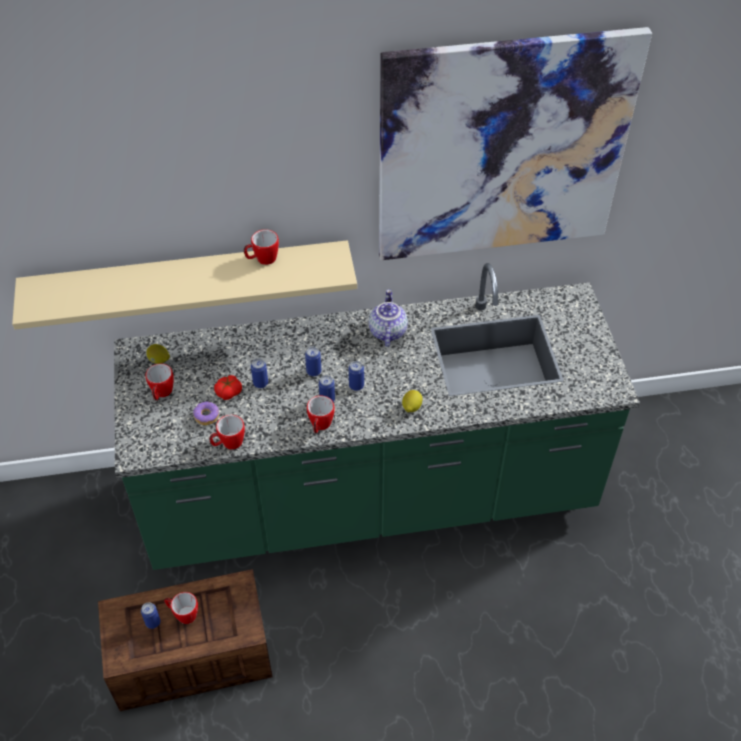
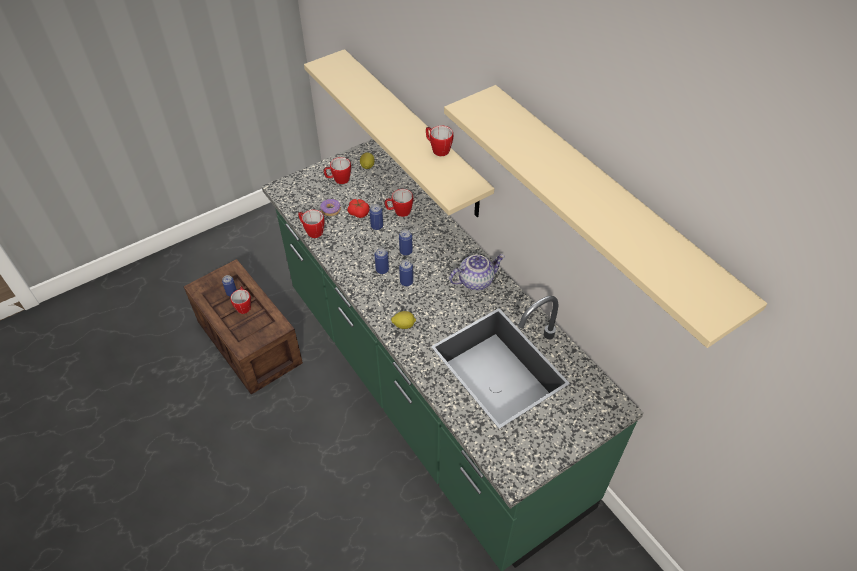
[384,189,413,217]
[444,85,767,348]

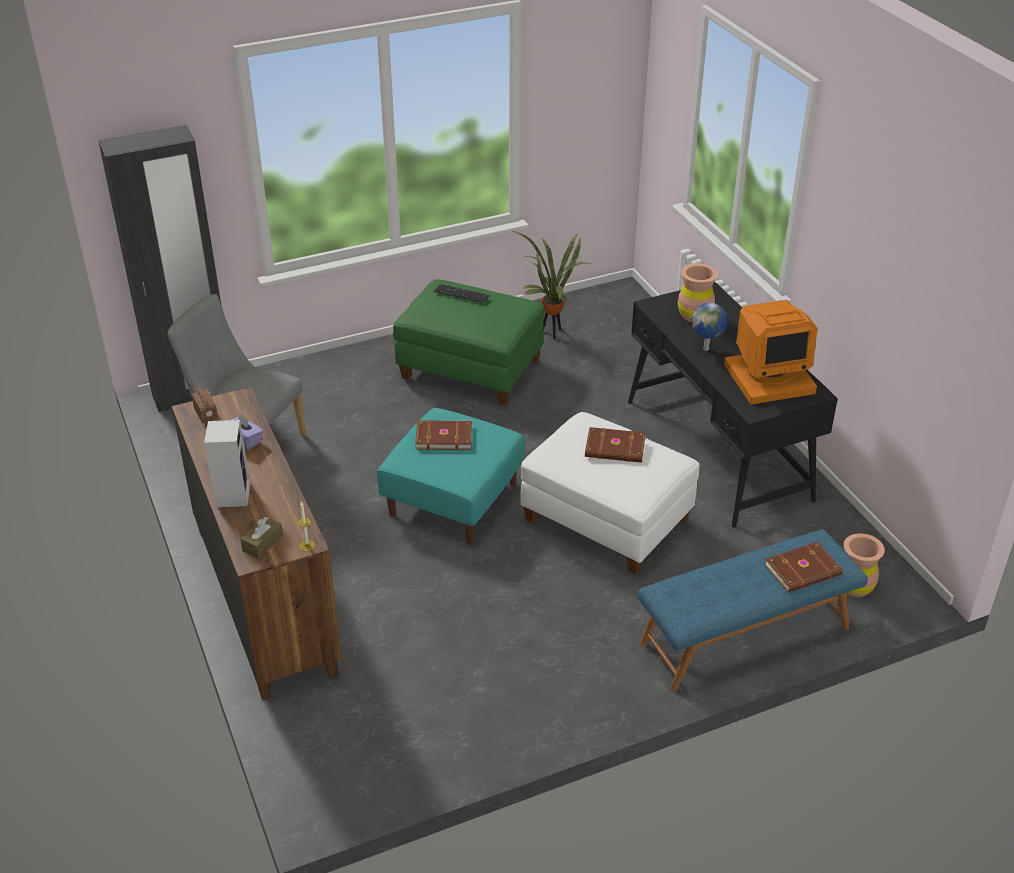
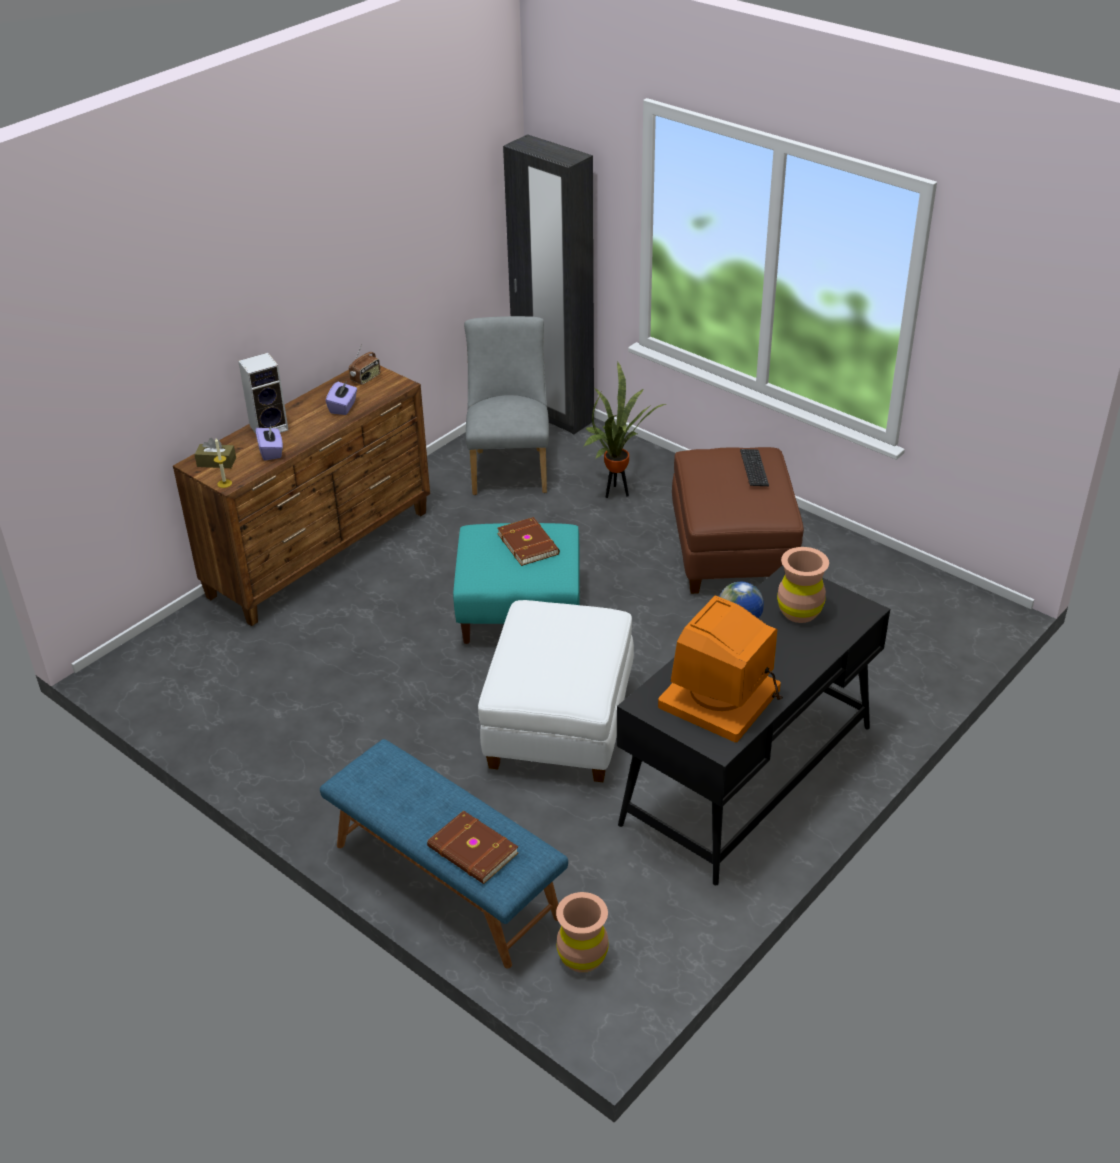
[672,447,804,594]
[583,362,668,498]
[585,427,646,463] (first image)
[658,595,783,742]
[256,425,283,461]

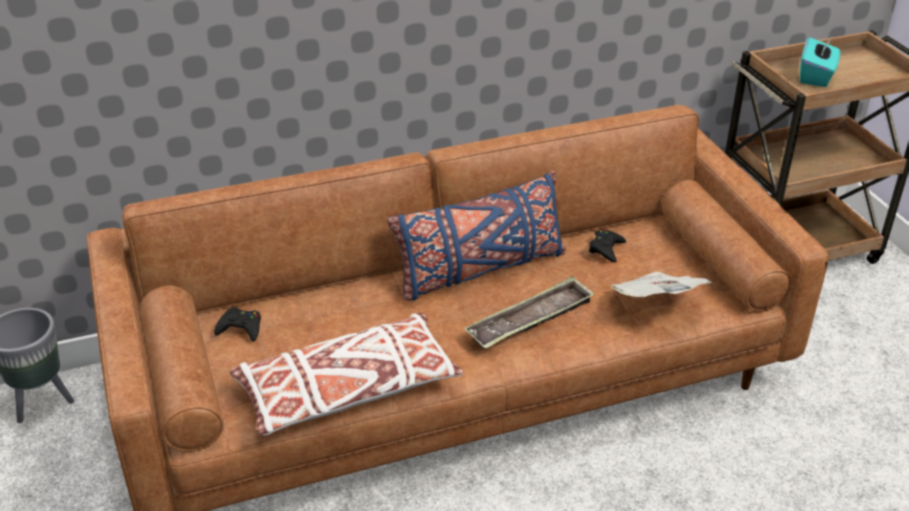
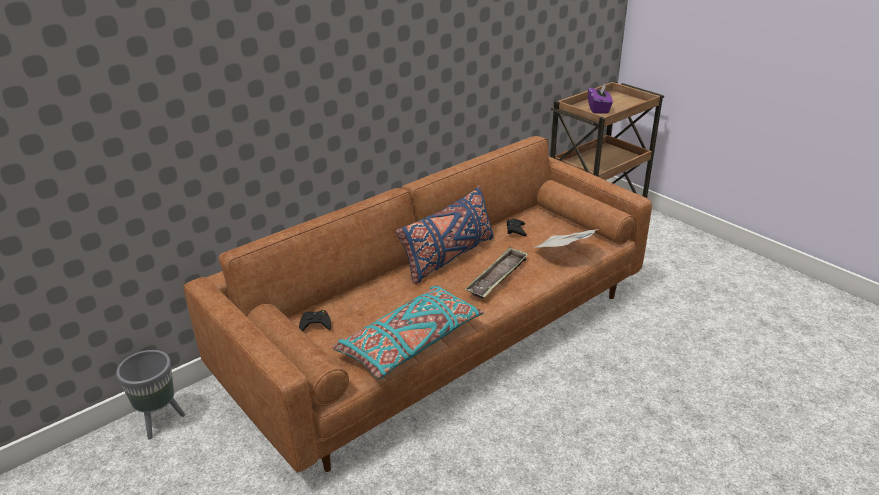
[332,285,484,379]
[588,84,613,114]

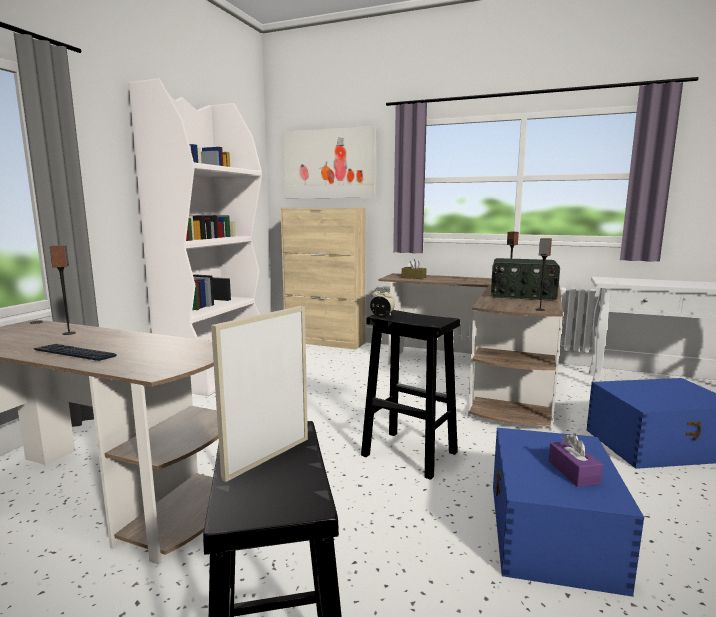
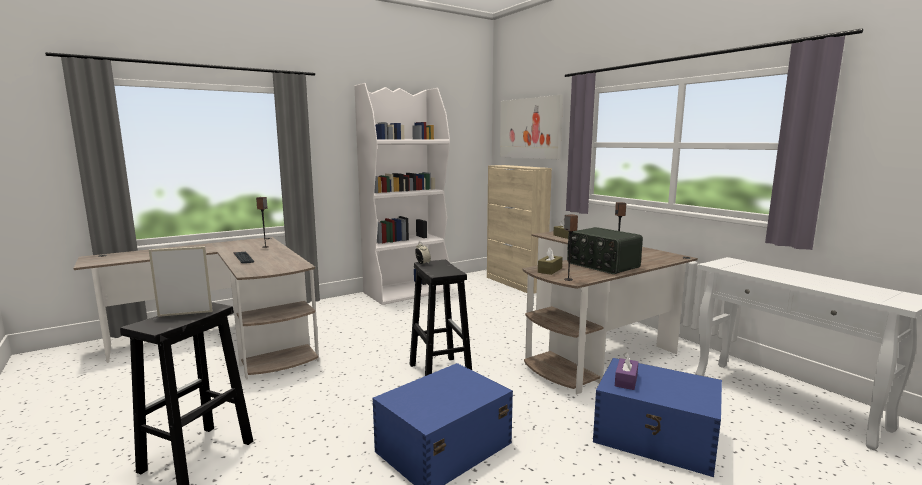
[615,352,639,390]
[538,247,563,275]

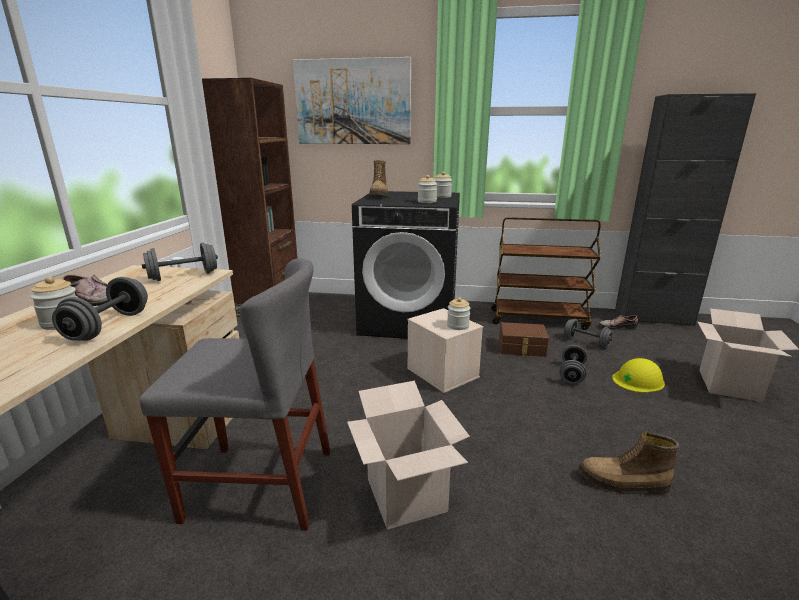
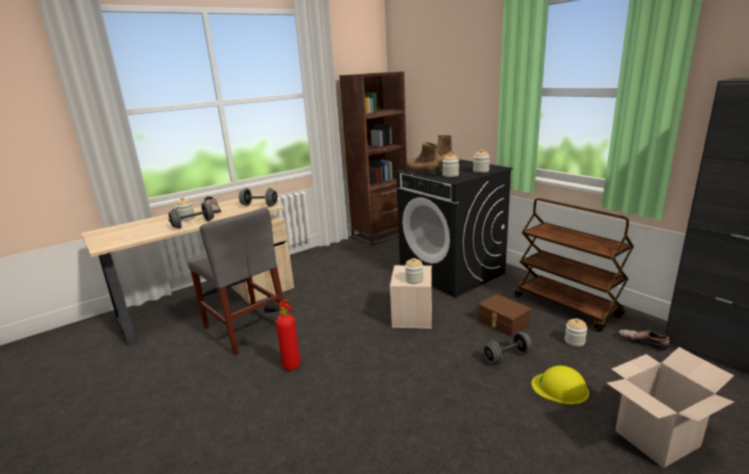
[293,57,411,144] (first image)
[264,300,301,370]
[565,319,587,347]
[406,142,439,175]

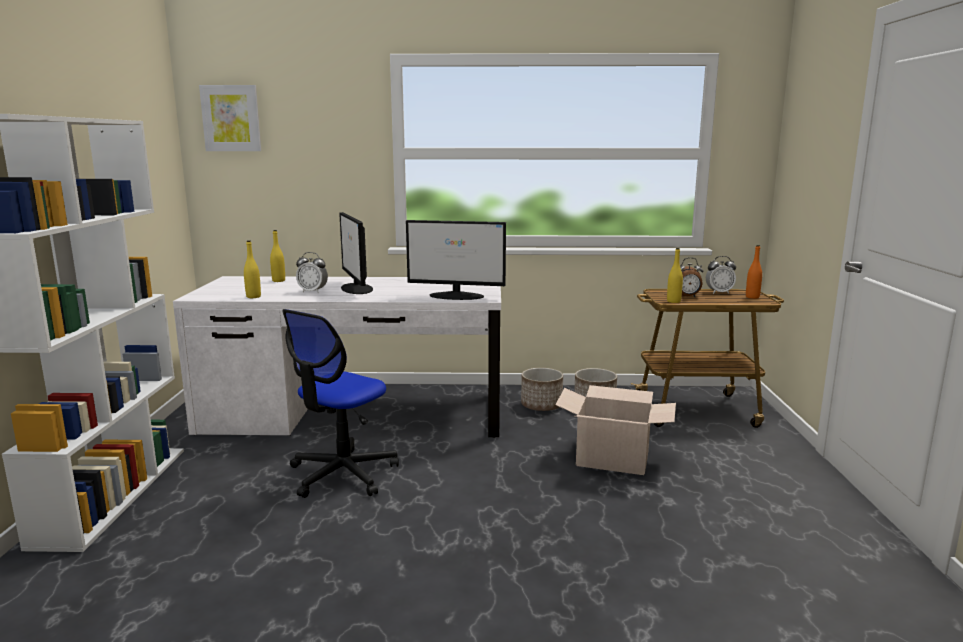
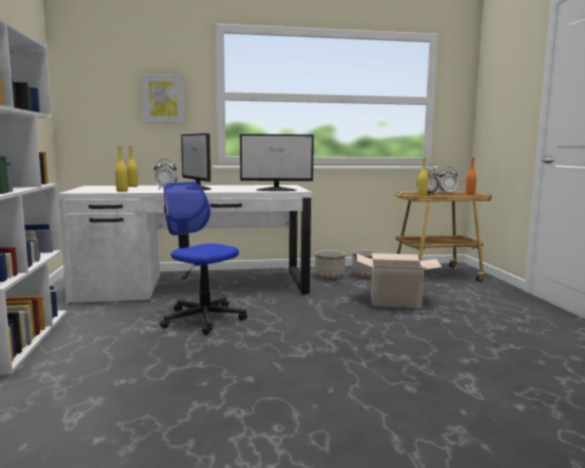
[141,74,185,123]
[159,182,247,335]

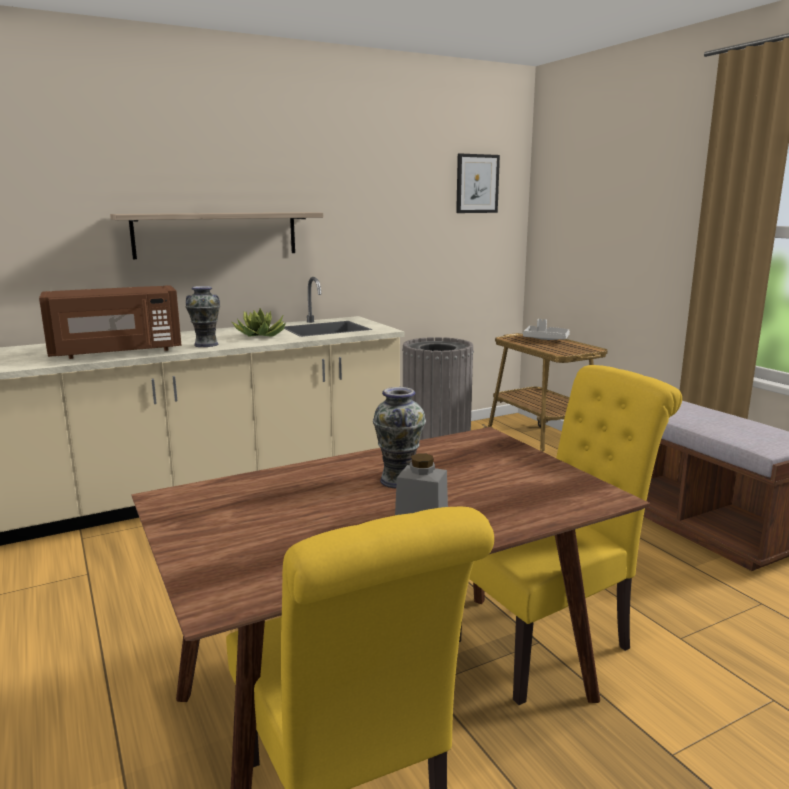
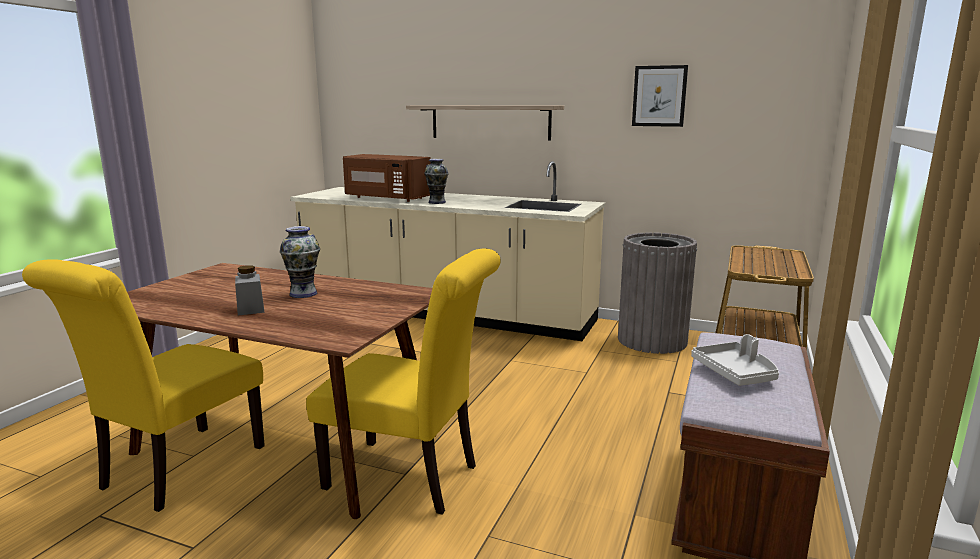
[232,308,286,337] (first image)
[632,65,688,127]
[691,334,779,386]

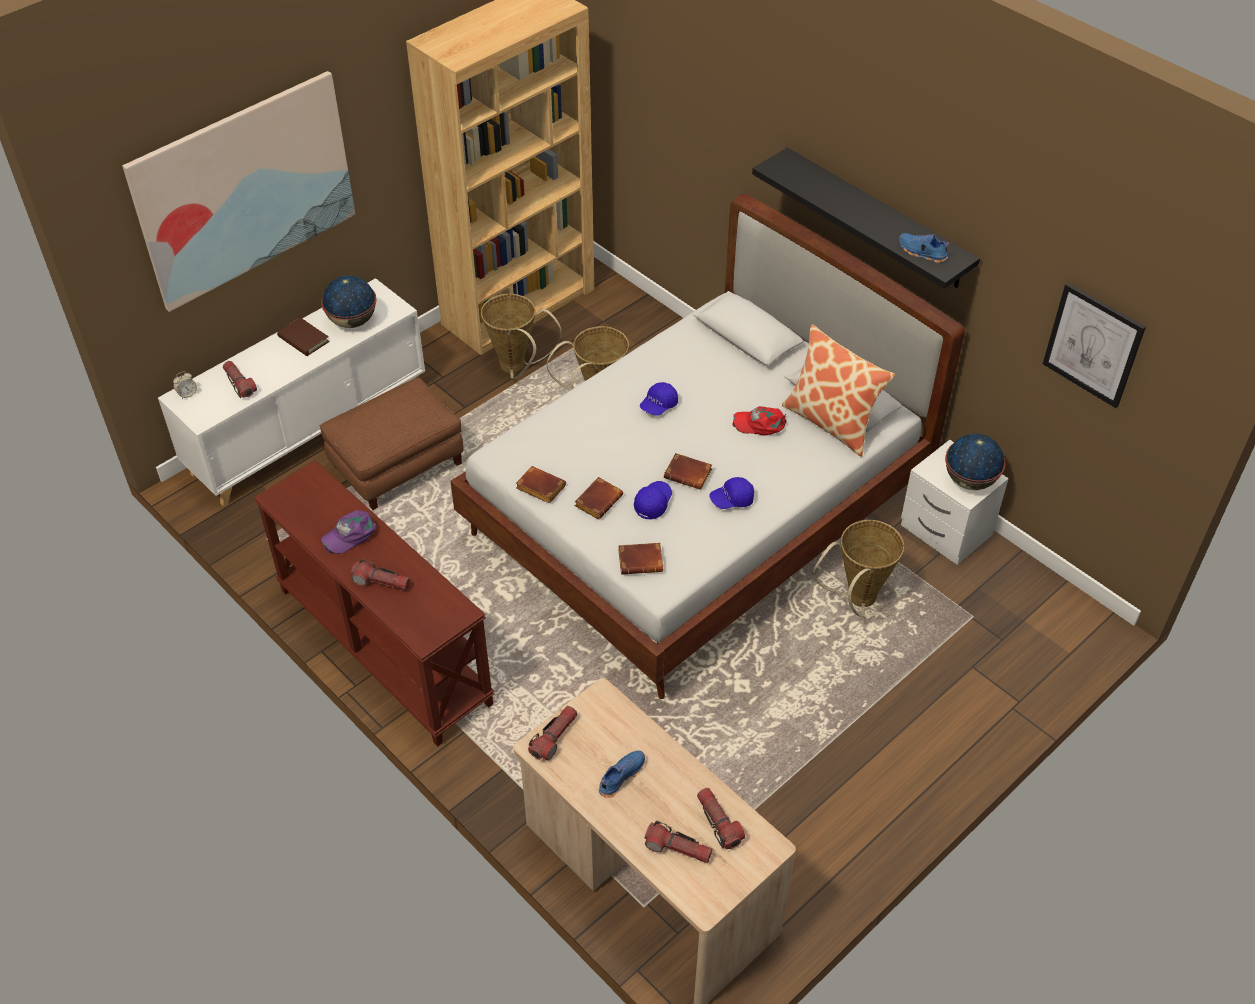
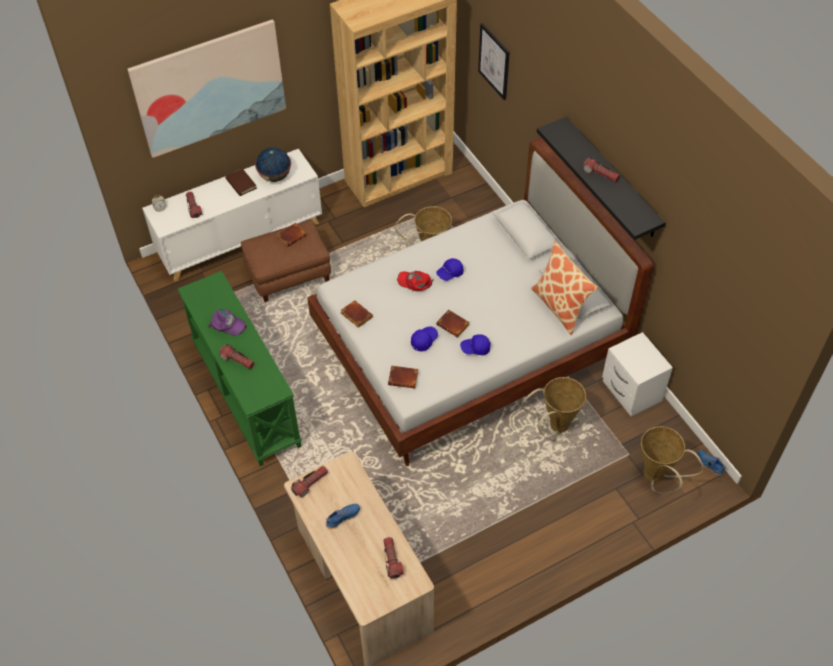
[178,271,302,466]
[208,309,247,336]
[641,426,704,494]
[276,223,306,247]
[583,157,620,183]
[397,271,433,291]
[697,450,726,476]
[945,434,1005,490] (first image)
[478,23,510,100]

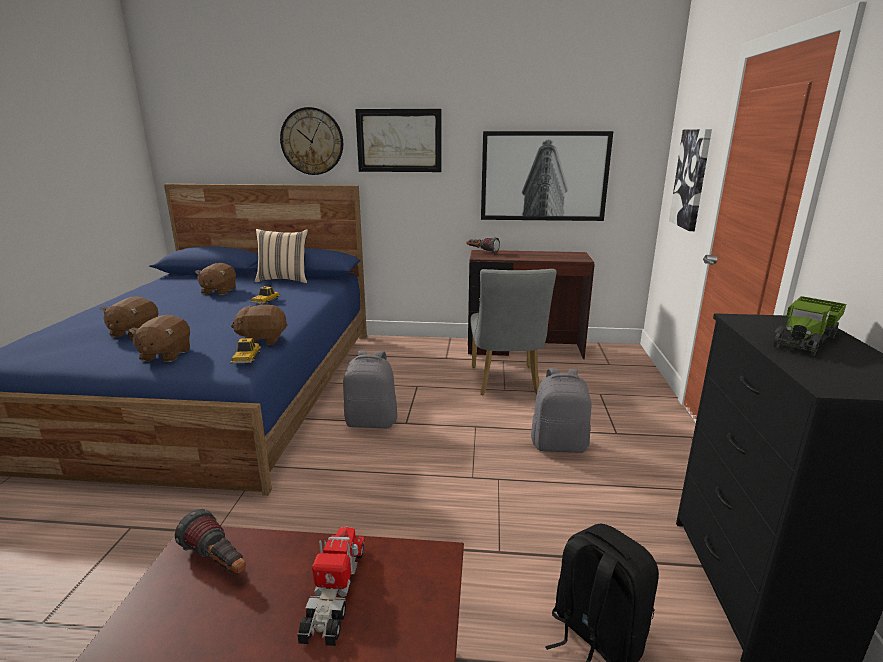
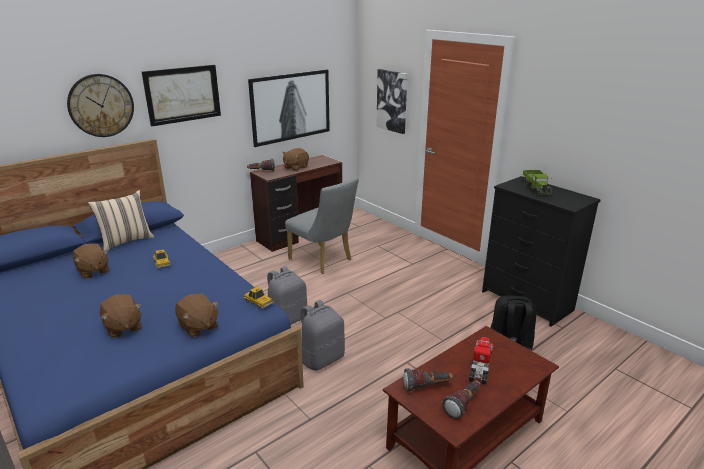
[282,148,309,171]
[469,337,494,385]
[301,300,345,371]
[442,380,480,419]

